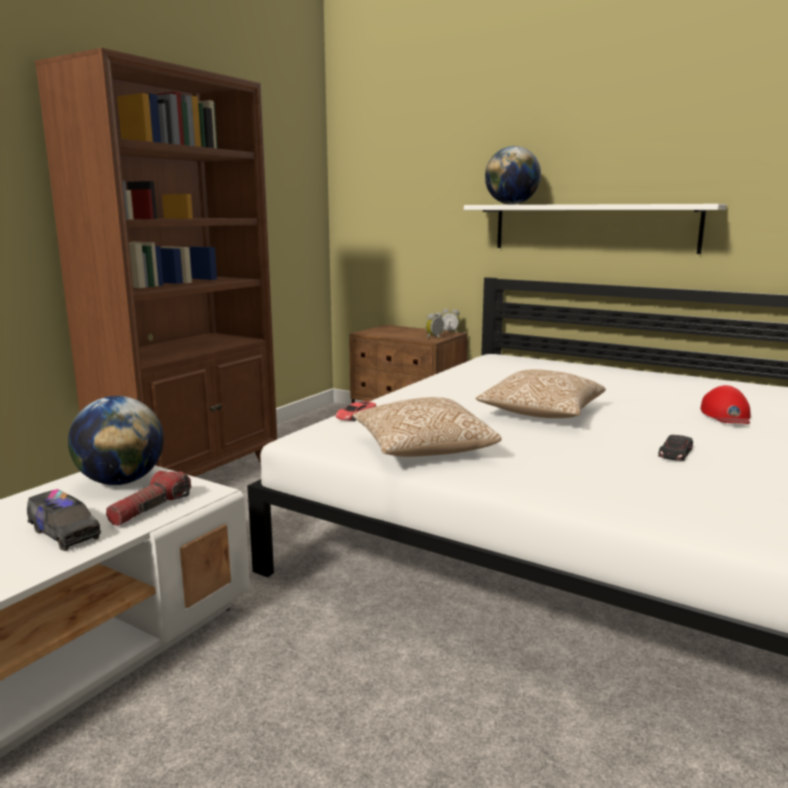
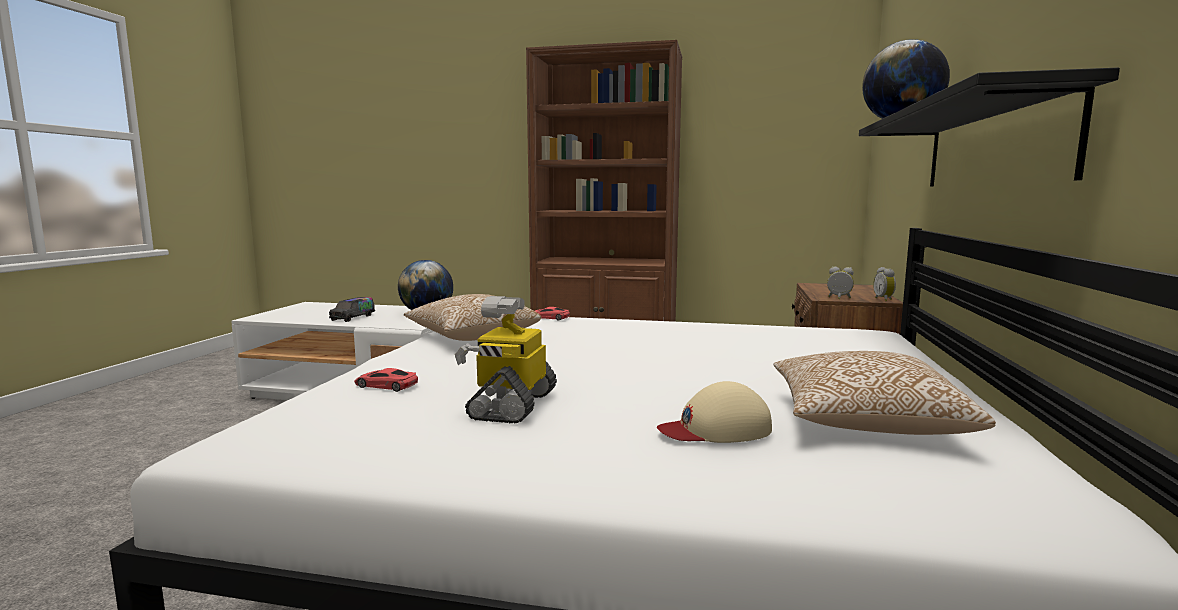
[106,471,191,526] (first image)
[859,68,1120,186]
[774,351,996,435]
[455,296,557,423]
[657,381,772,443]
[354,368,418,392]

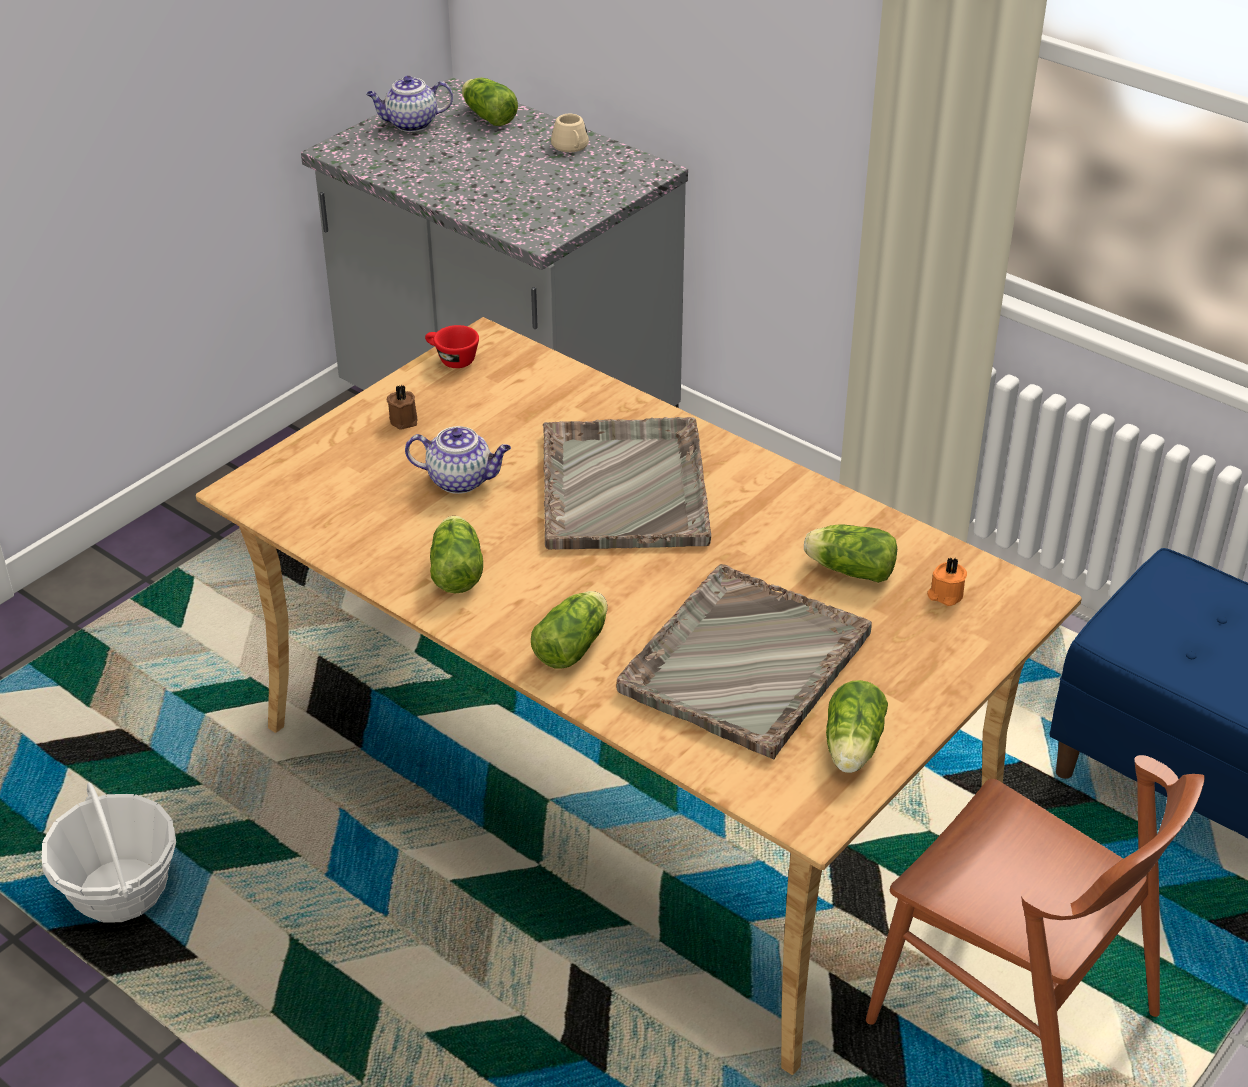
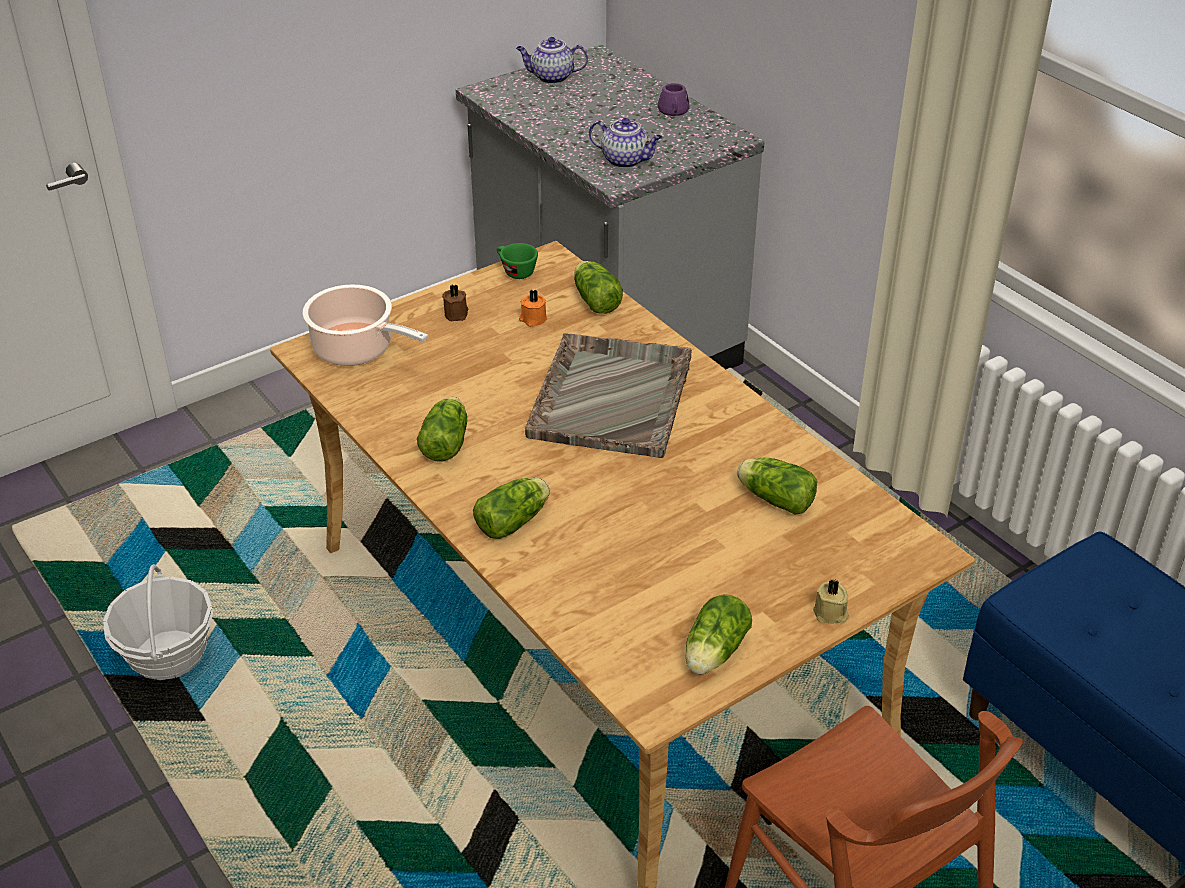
[589,118,663,168]
[497,243,538,279]
[574,261,623,314]
[658,83,690,116]
[616,564,872,759] (first image)
[519,289,547,327]
[302,284,428,366]
[813,579,849,624]

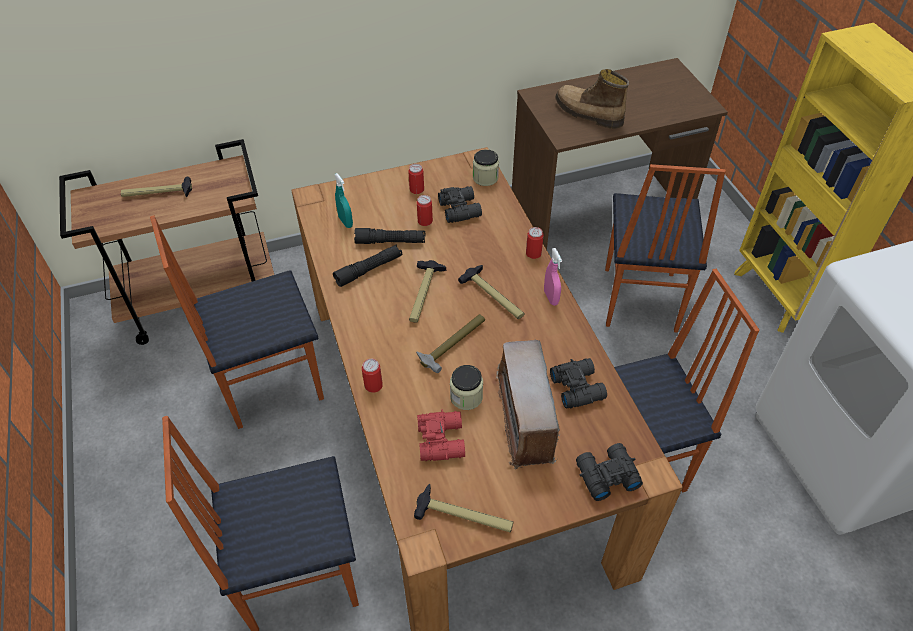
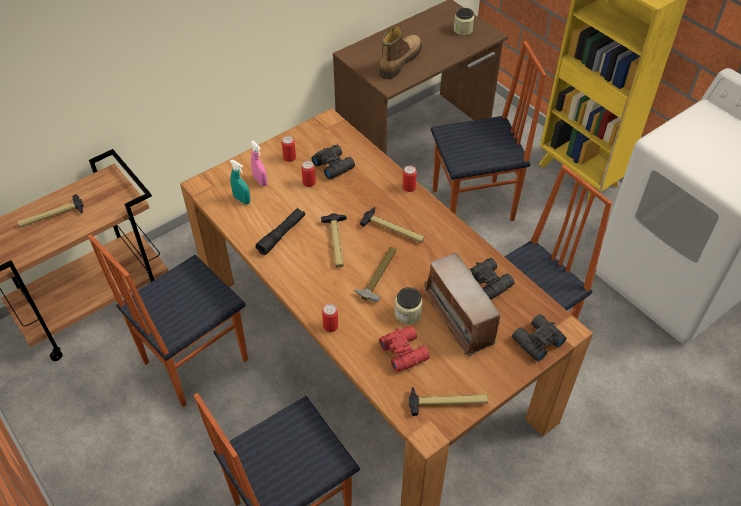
[354,228,425,244] (first image)
[454,8,474,35]
[251,141,267,186]
[379,26,422,79]
[431,41,546,221]

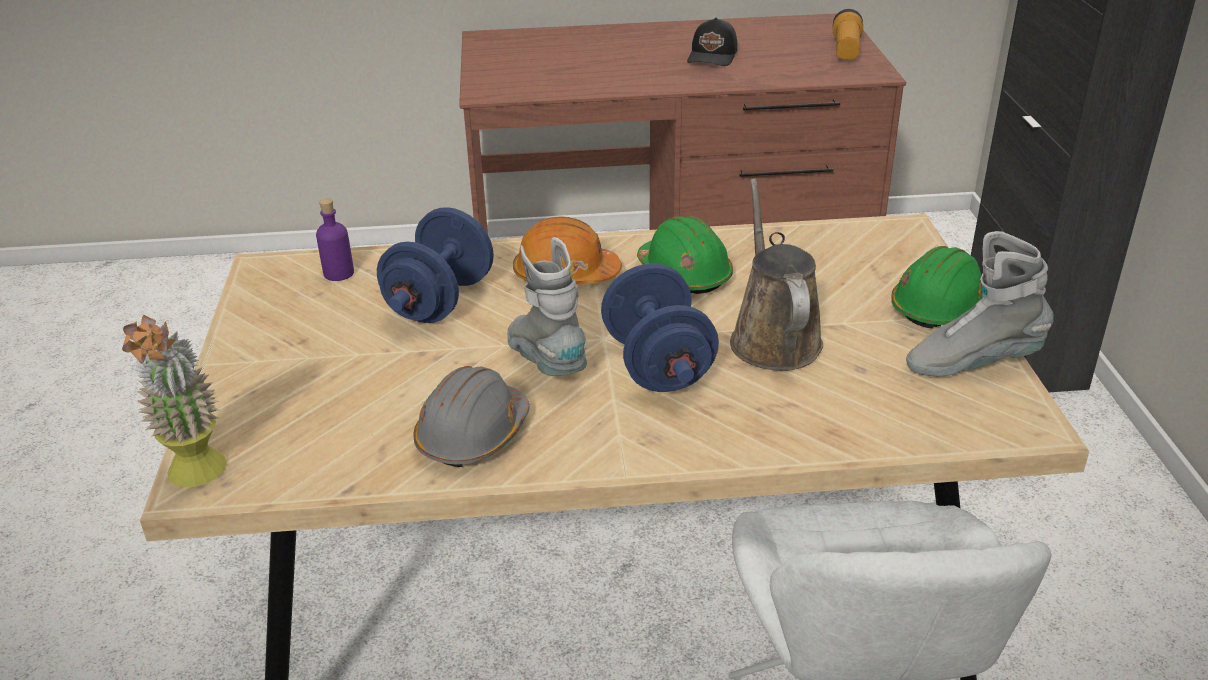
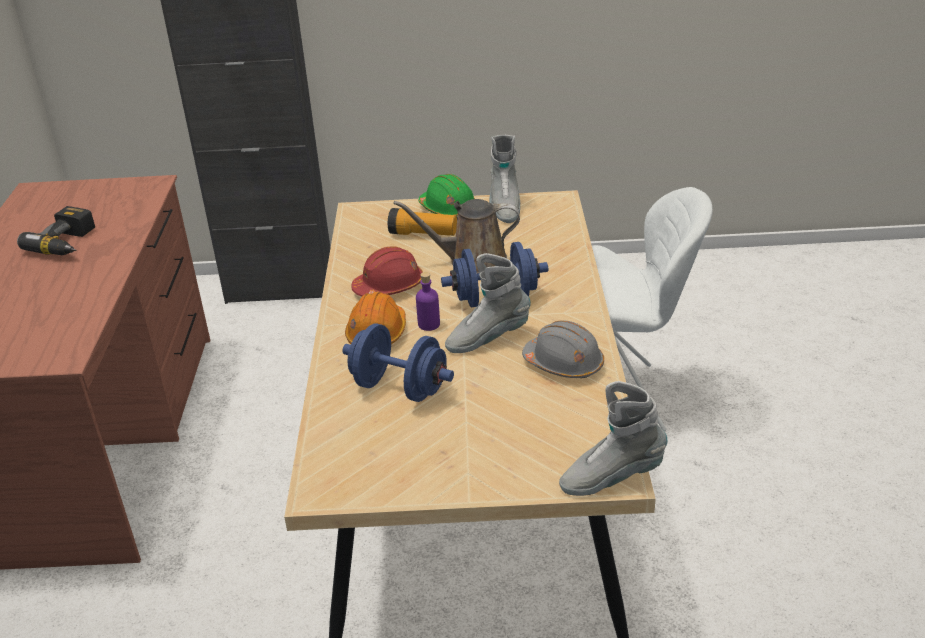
[559,381,668,496]
[416,272,440,331]
[351,246,423,297]
[17,206,95,255]
[388,208,457,236]

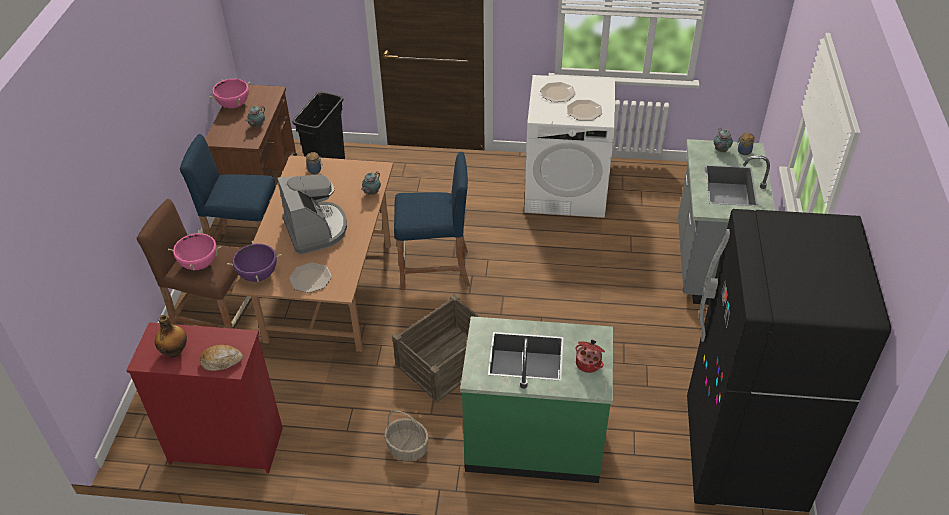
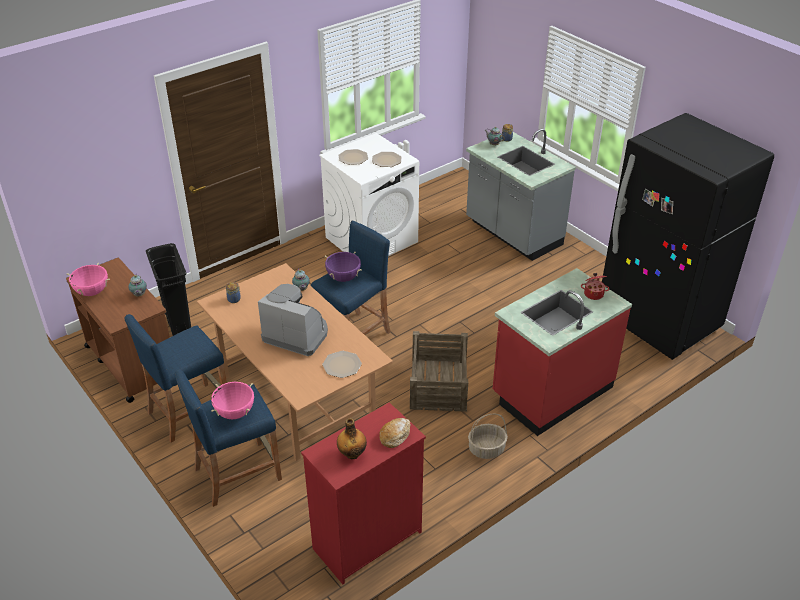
[174,370,282,507]
[325,252,362,282]
[493,268,632,436]

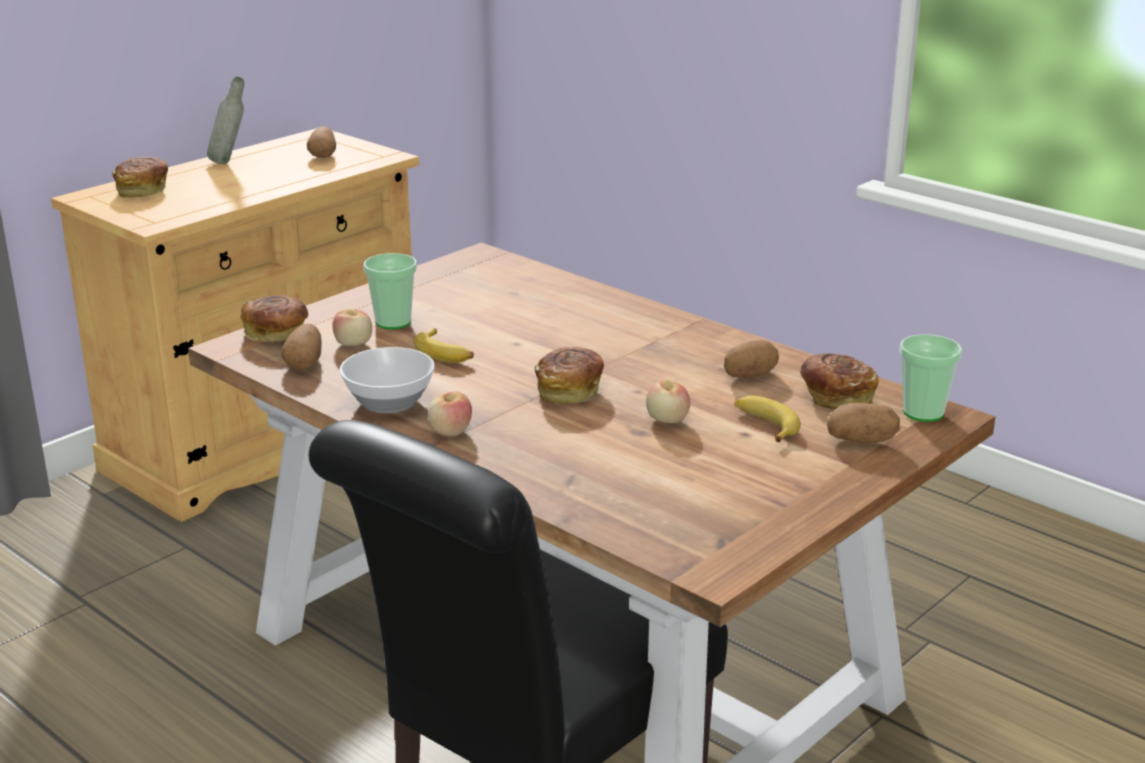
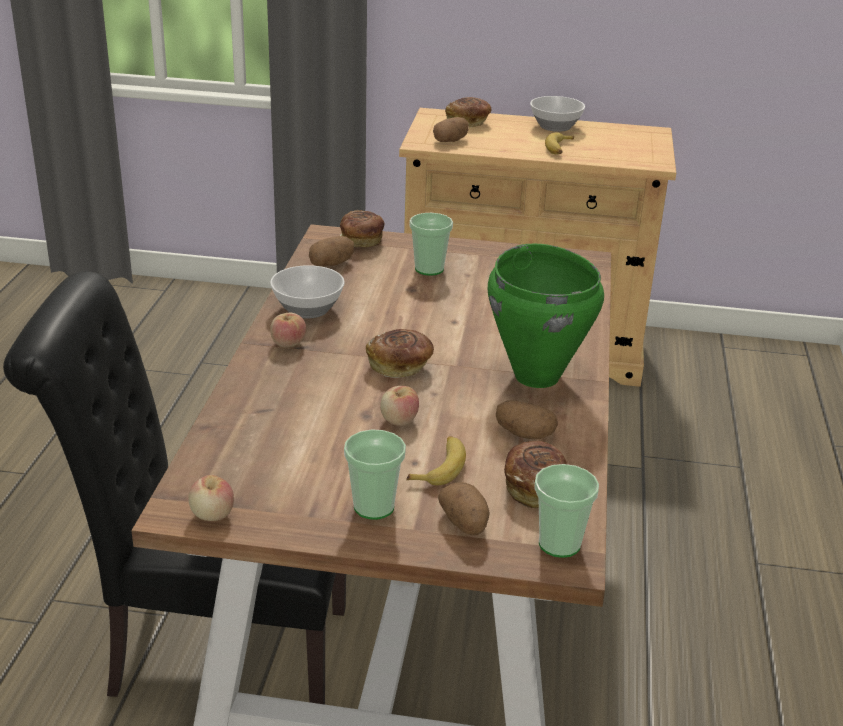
[530,96,585,132]
[433,117,469,142]
[188,475,234,521]
[545,132,574,154]
[344,429,406,520]
[488,244,604,388]

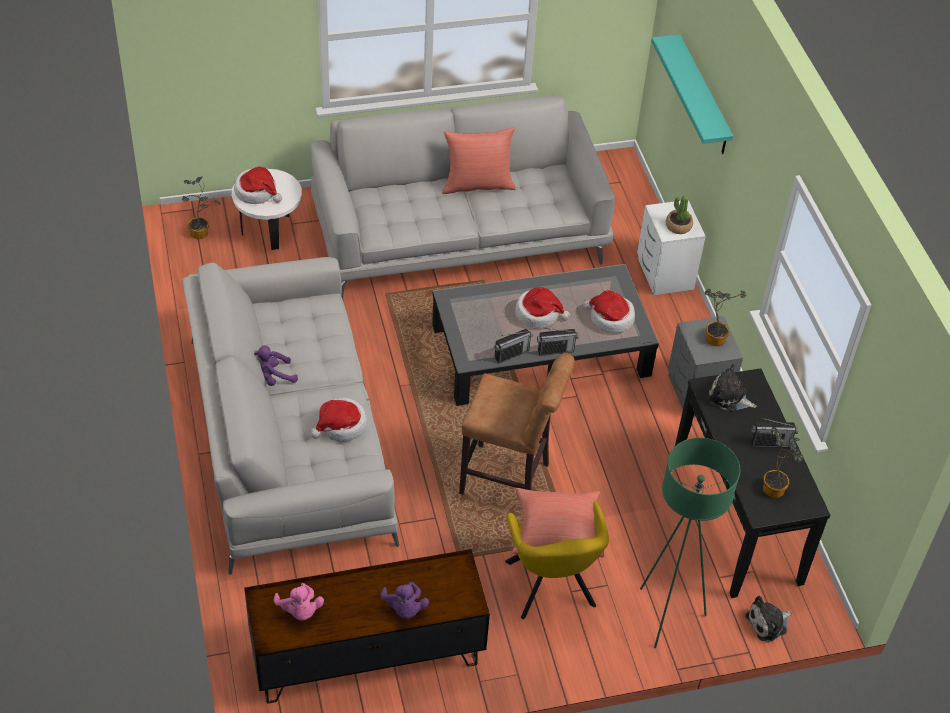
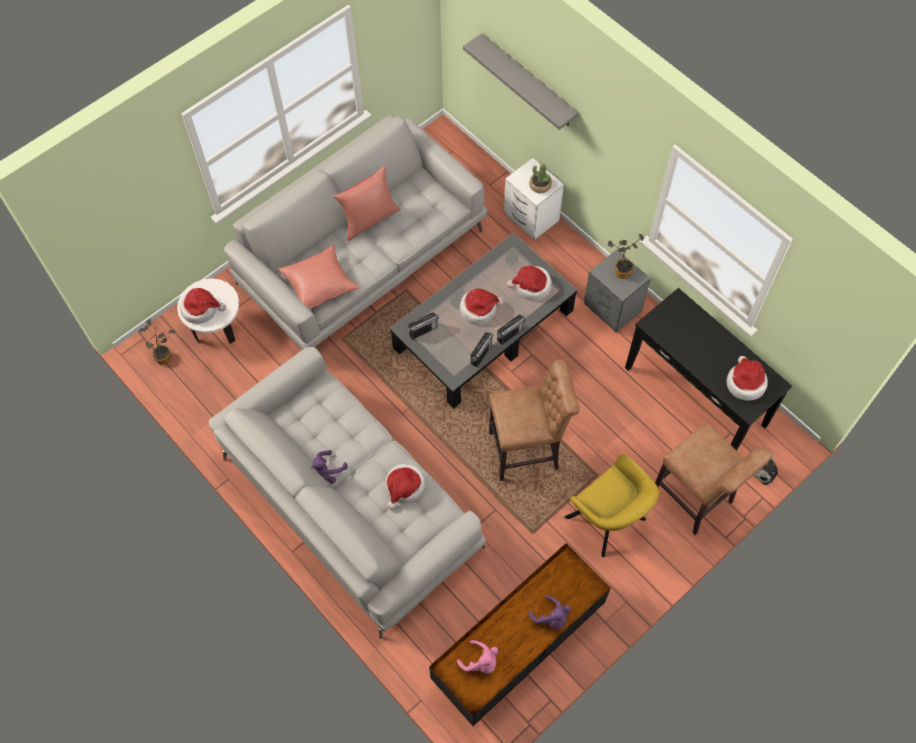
[278,244,359,308]
[655,422,772,535]
[463,33,579,130]
[707,364,757,411] (first image)
[407,312,439,340]
[727,356,768,401]

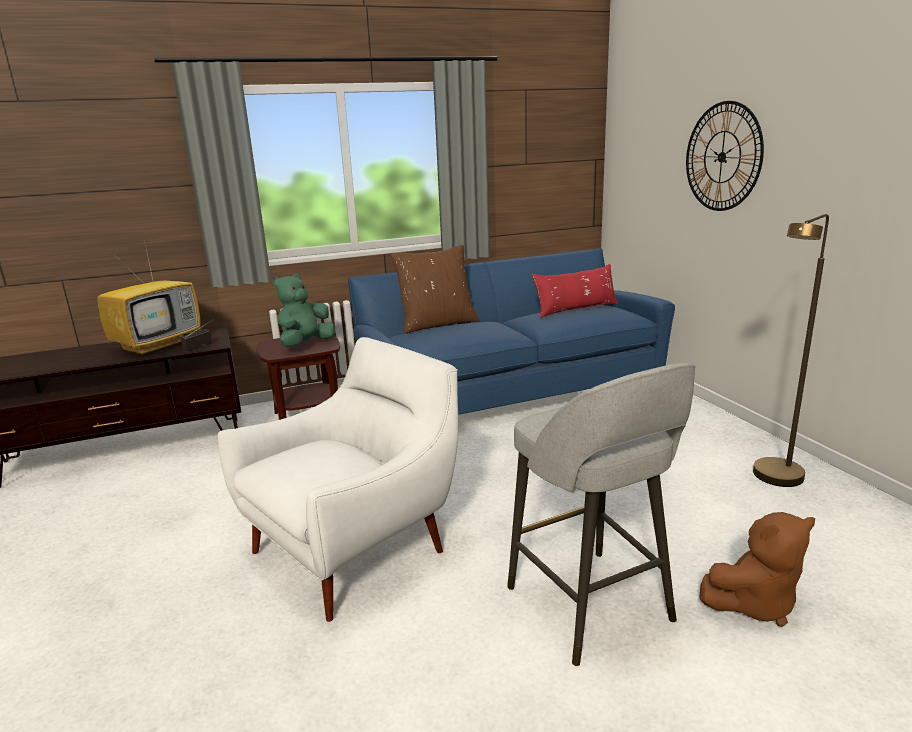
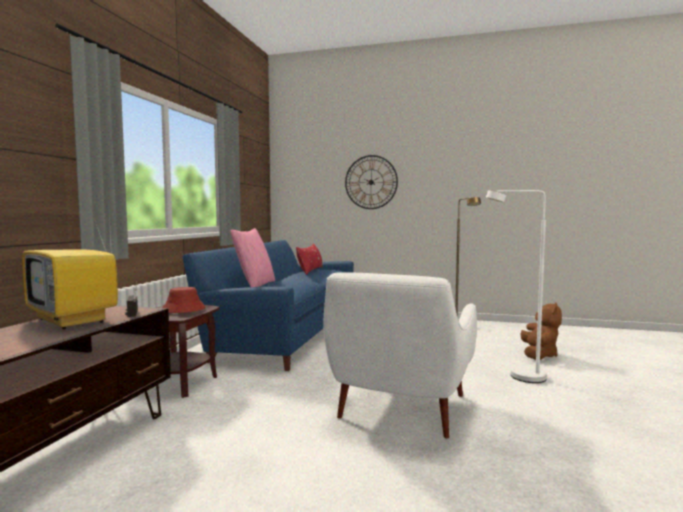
[22,215,118,329]
[323,272,477,439]
[162,287,206,313]
[230,228,275,287]
[486,190,547,383]

